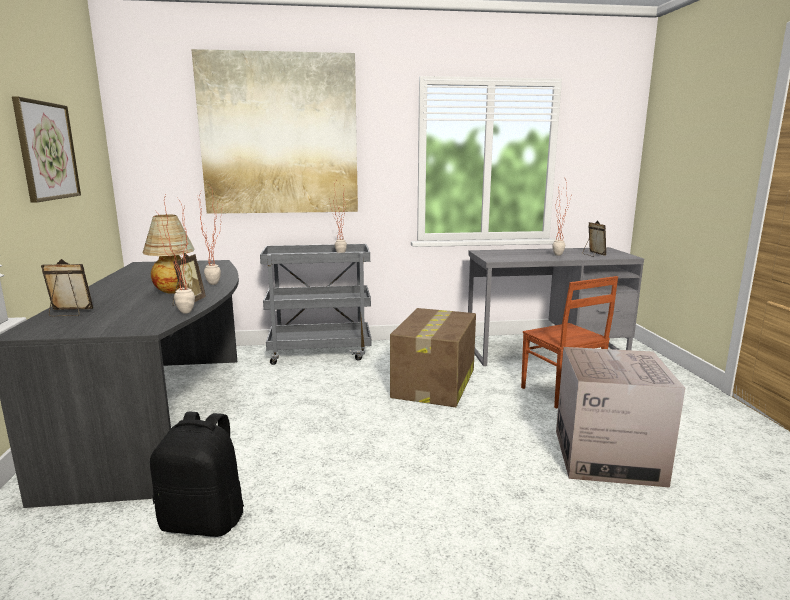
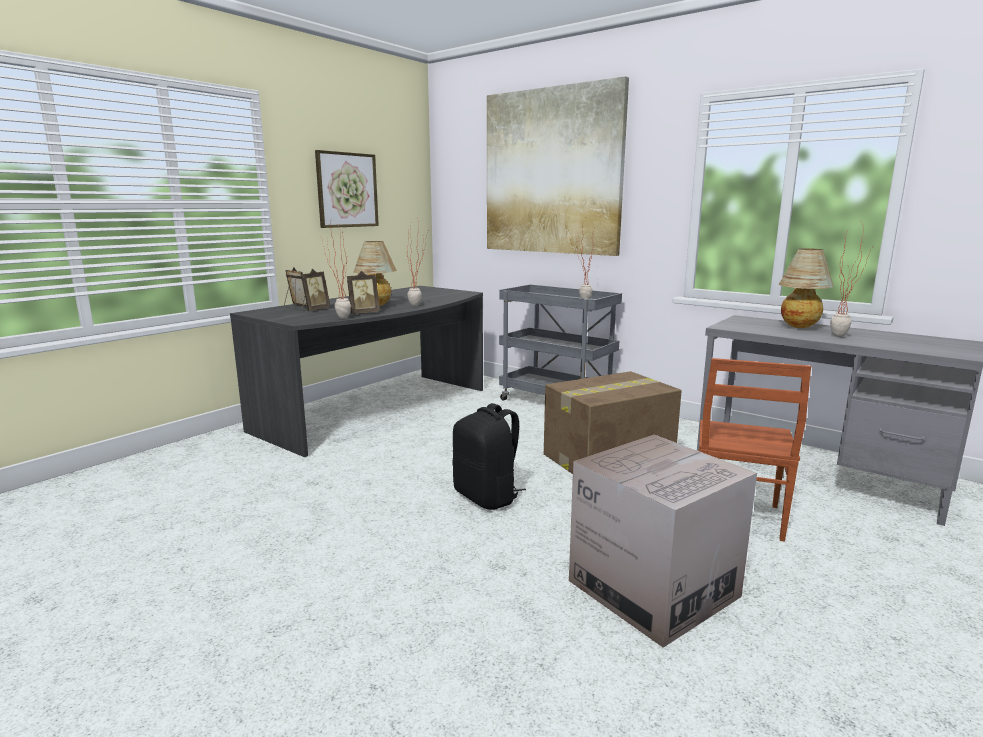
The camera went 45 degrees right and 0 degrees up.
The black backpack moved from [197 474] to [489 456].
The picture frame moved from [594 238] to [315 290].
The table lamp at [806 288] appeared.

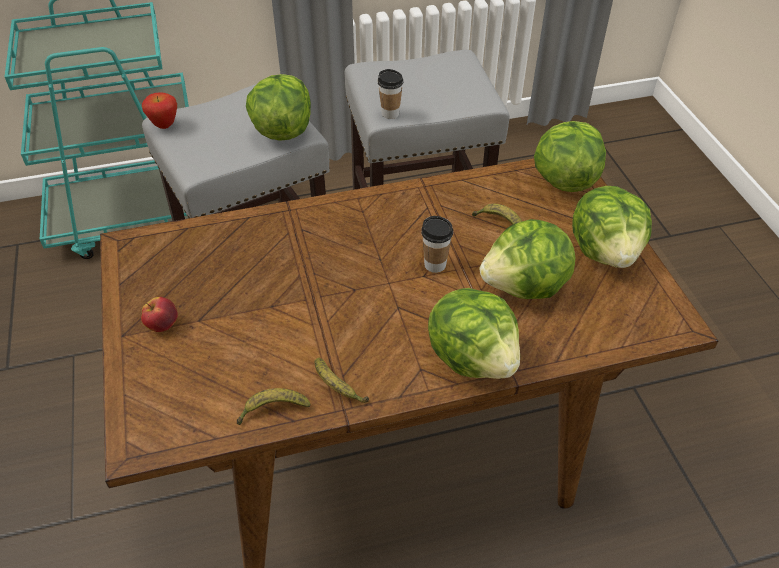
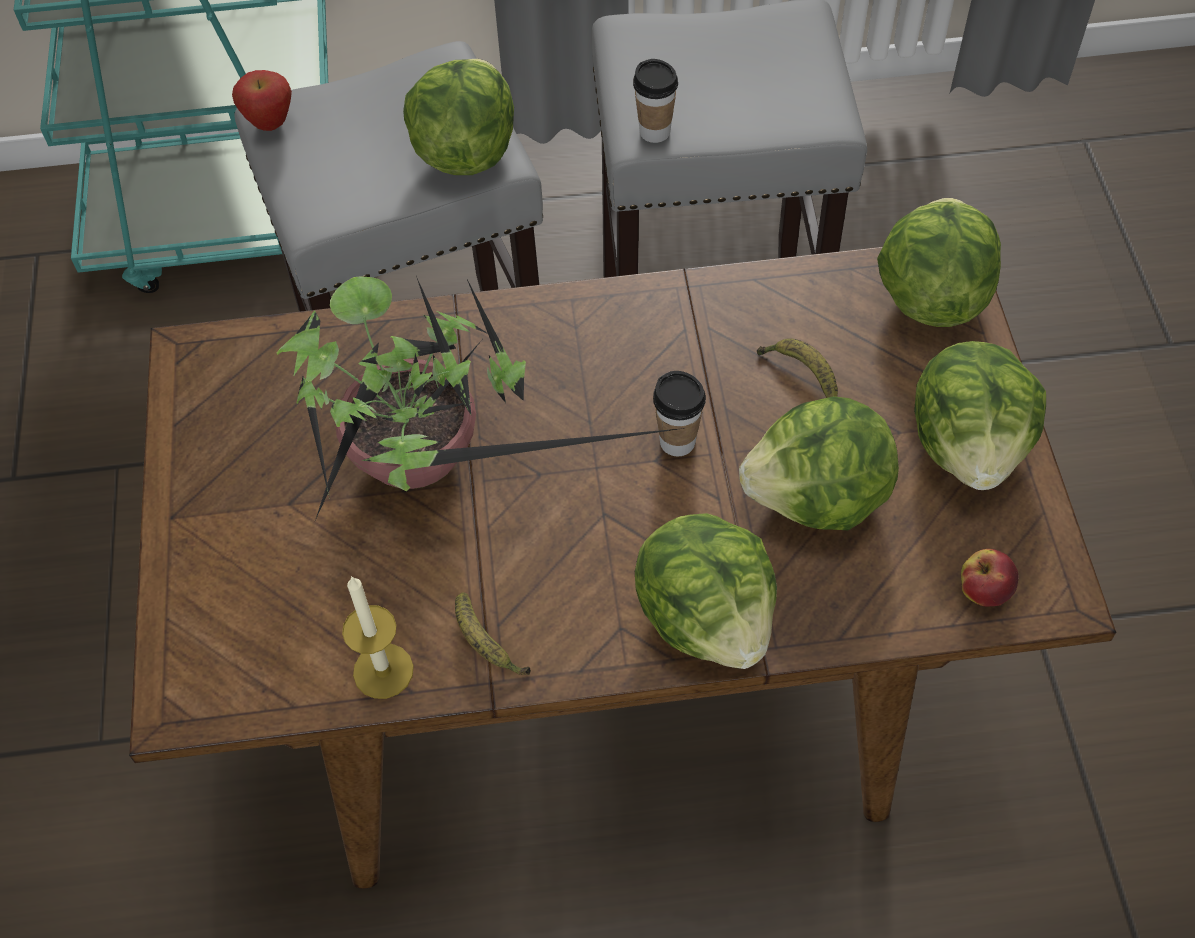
The camera went 10 degrees right and 10 degrees up.
The apple moved from [159 314] to [989 577].
The banana at [273 406] was replaced by the candle at [378 637].
The potted plant at [480 398] appeared.

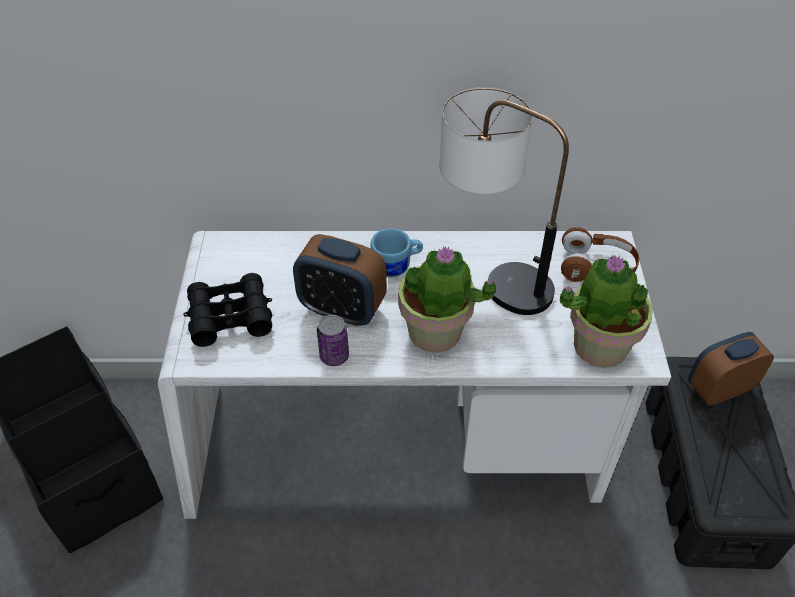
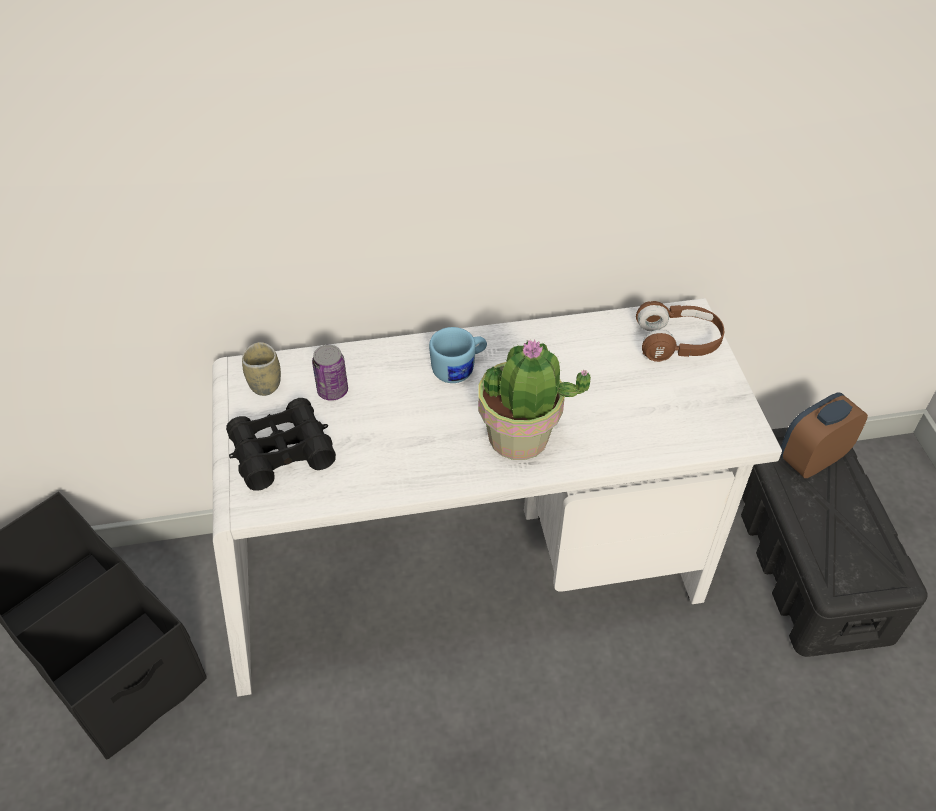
The camera went 10 degrees left and 0 degrees up.
The alarm clock at [340 280] disappeared.
The can moved from [333 340] to [330 373].
The table lamp at [504 201] disappeared.
The potted plant at [606 311] disappeared.
The cup at [261 369] appeared.

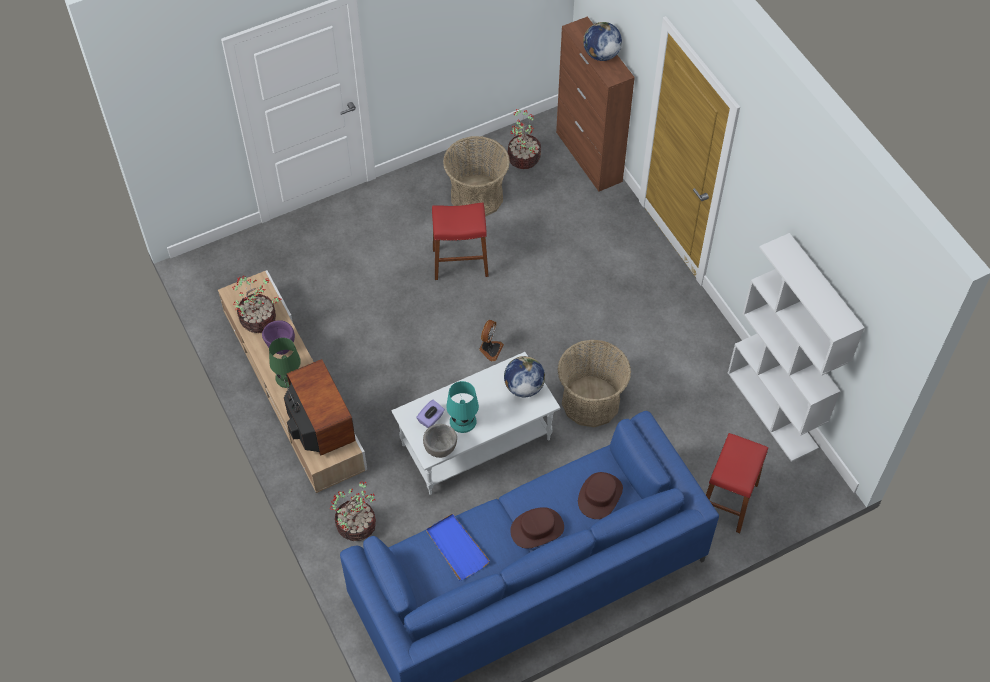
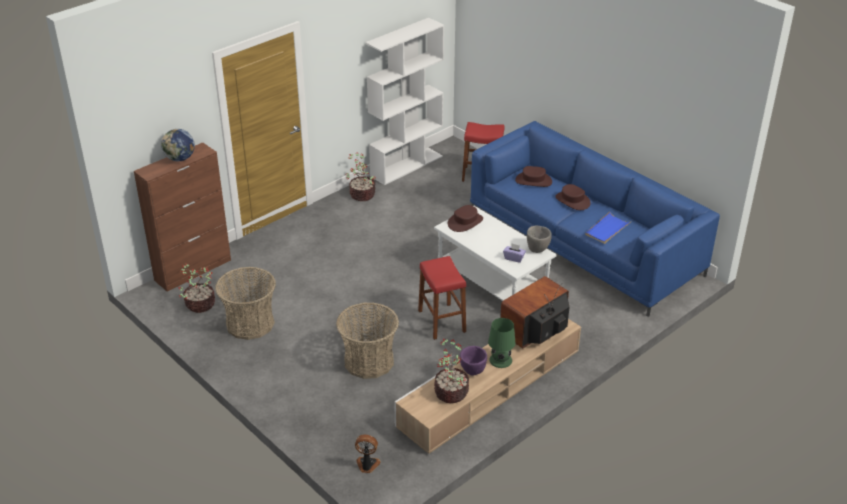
The camera went 105 degrees left and 20 degrees down.
The potted plant moved from [353 511] to [360 177].
The red stool moved from [460 241] to [442 298].
The turquoise table lamp at [462 407] disappeared.
The fan moved from [491 341] to [368 454].
The globe at [524 376] was replaced by the brown hat at [465 218].
The basket moved from [594 383] to [367 340].

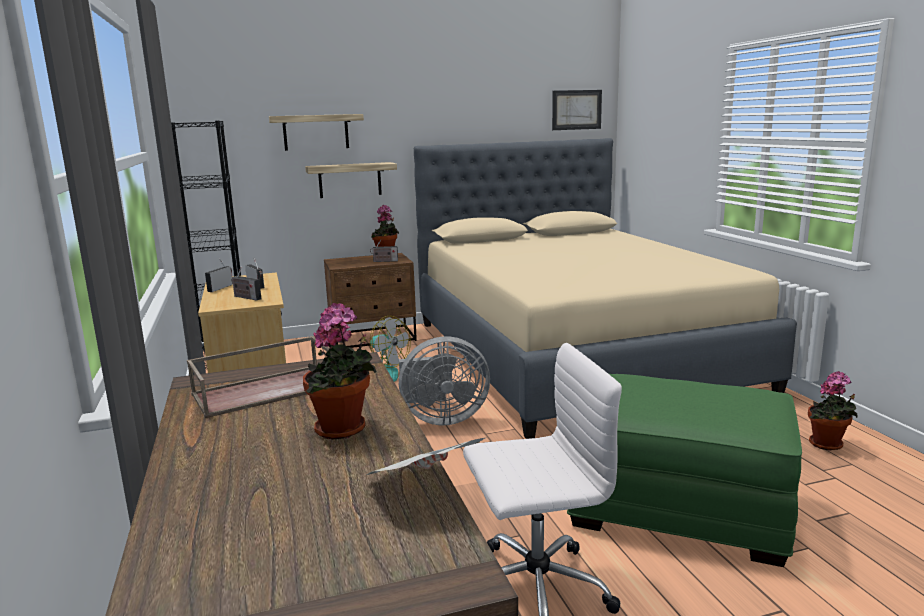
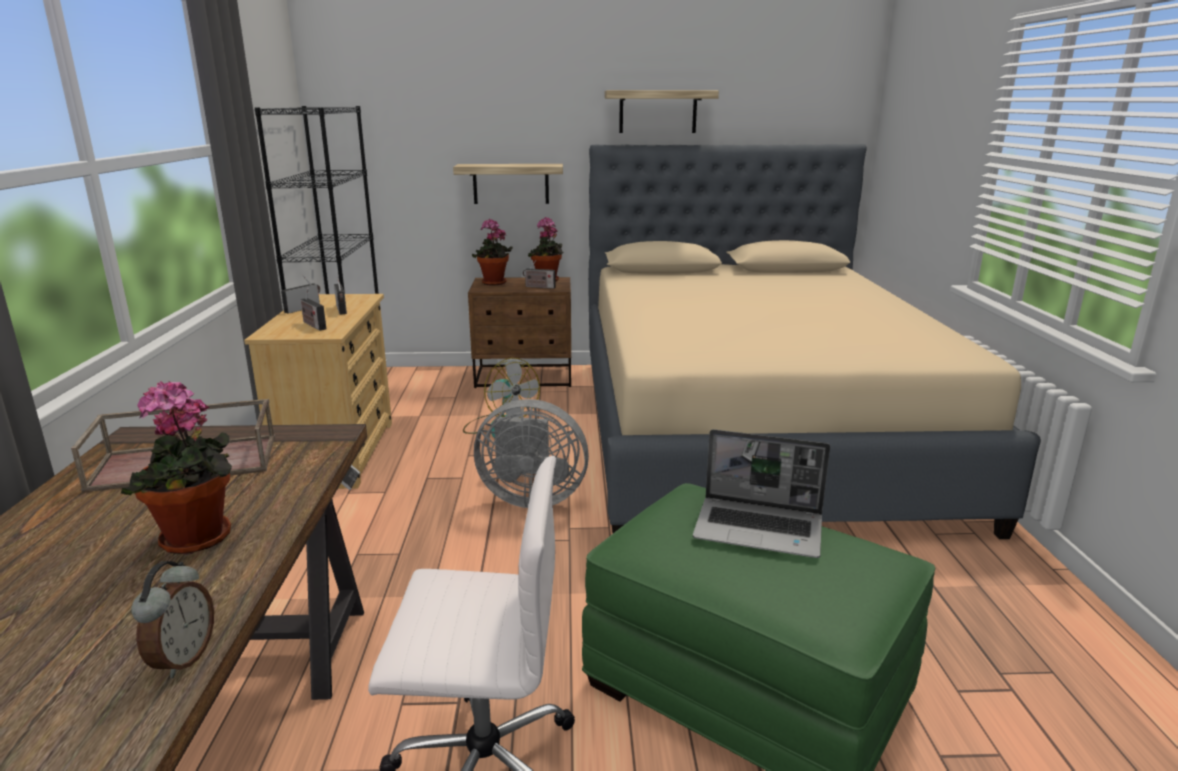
The camera went 15 degrees right and 5 degrees up.
The shelf moved from [316 132] to [662 111].
The newspaper at [426 456] was replaced by the alarm clock at [172 619].
The picture at [577 110] disappeared.
The potted plant moved from [833 411] to [492 252].
The laptop at [761 493] appeared.

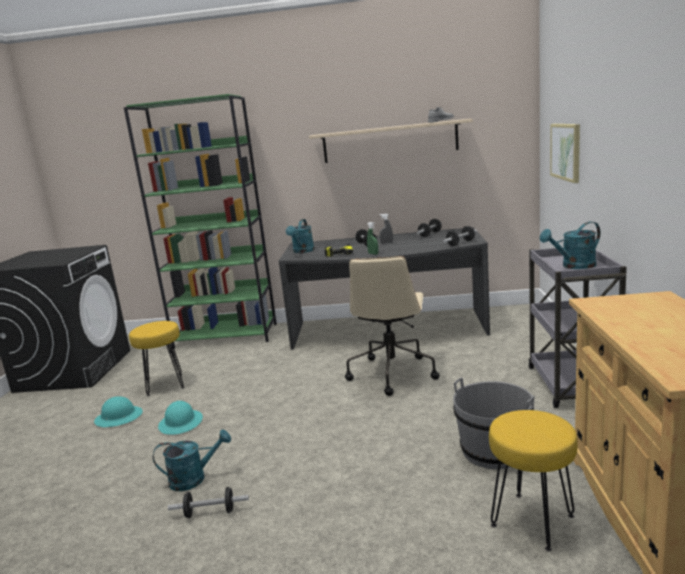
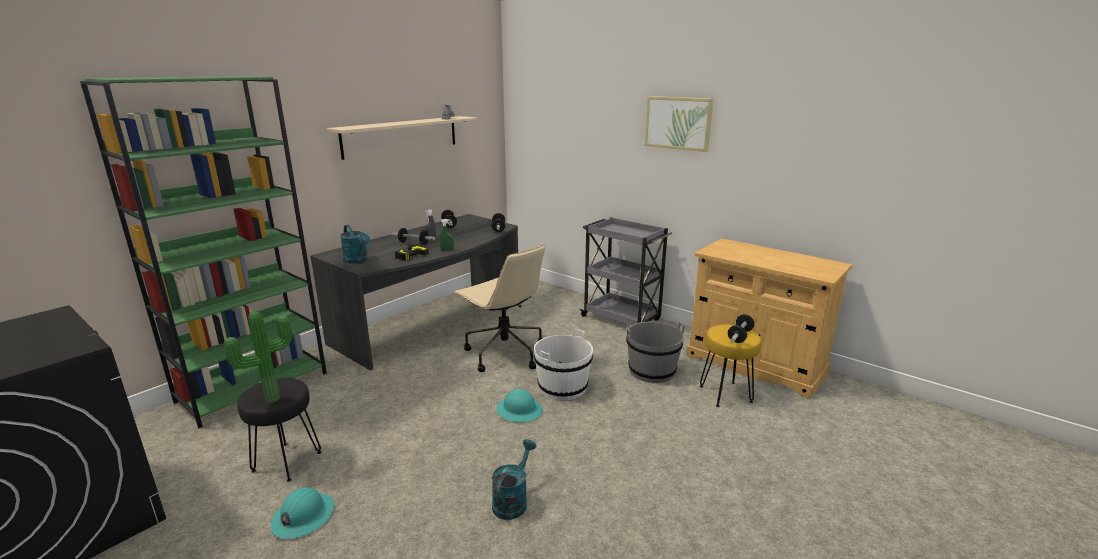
The camera went 55 degrees left and 5 degrees up.
The yellow stool at [156 358] became the black stool at [279 430].
The turquoise hard hat moved from [180 418] to [520 405].
The dumbbell moved from [208 502] to [741 328].
The turquoise watering can at [570 245] disappeared.
The picture moved from [565 153] to [679 124].
The potted plant at [258 357] appeared.
The white bucket at [563 364] appeared.

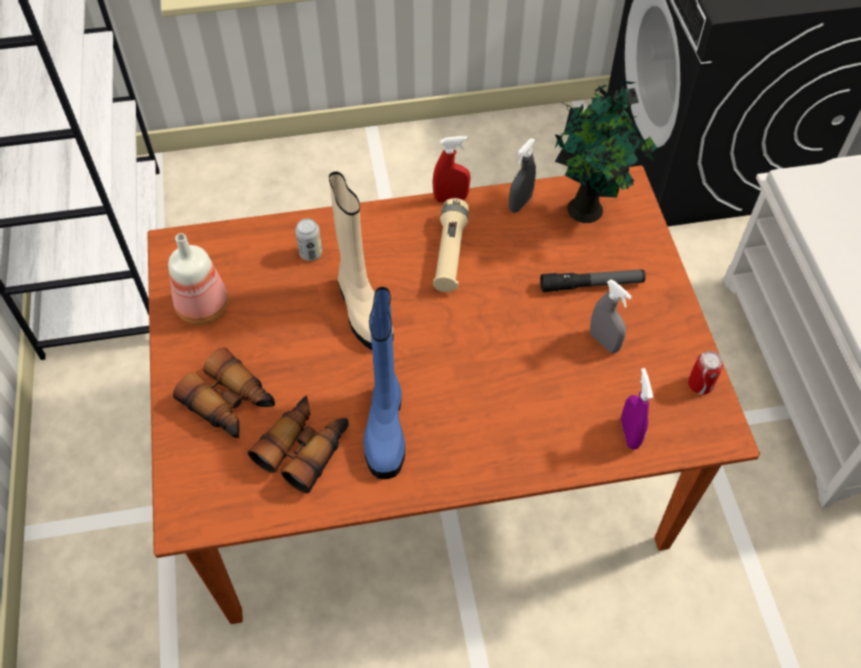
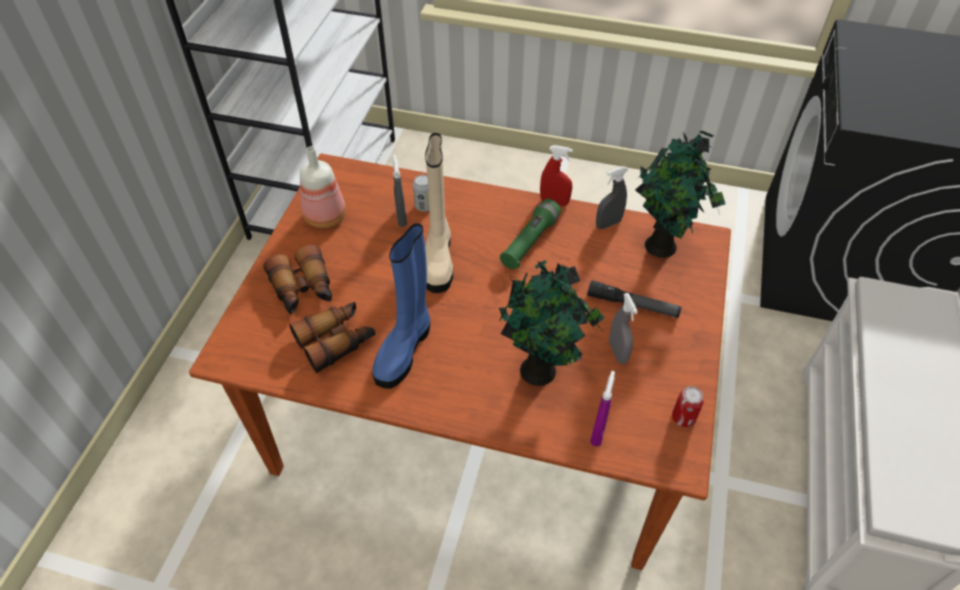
The camera went 25 degrees right and 5 degrees down.
The beige flashlight at [451 245] became the green flashlight at [530 234].
The grey spray bottle at [400 190] appeared.
The potted plant at [551 323] appeared.

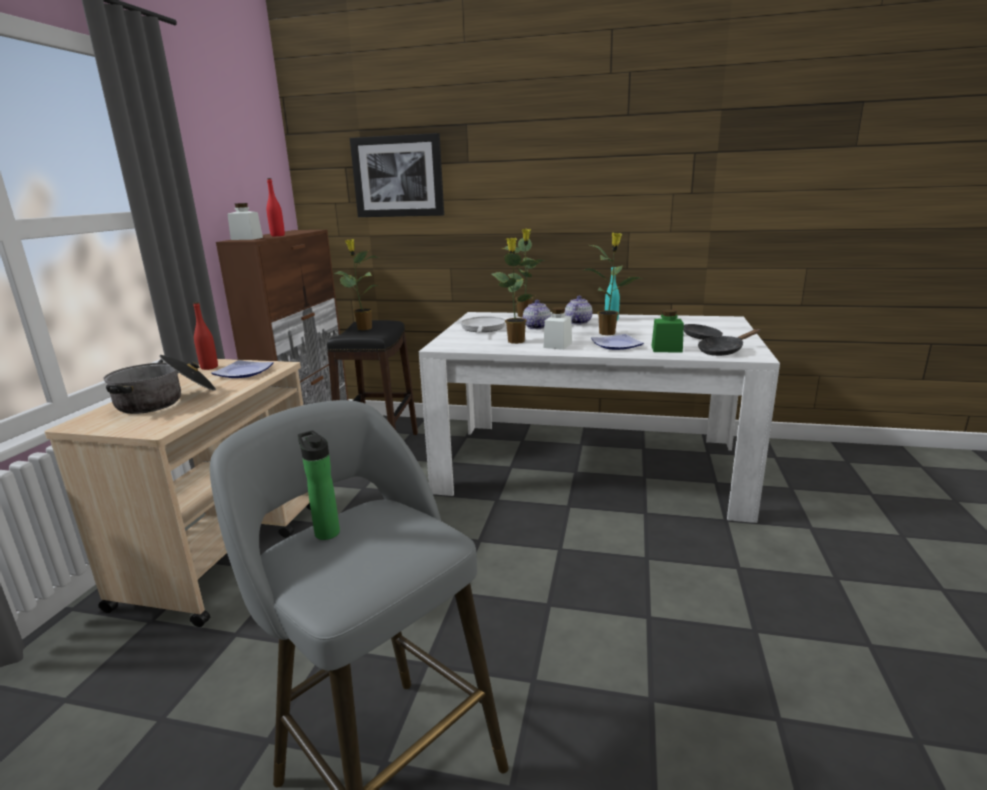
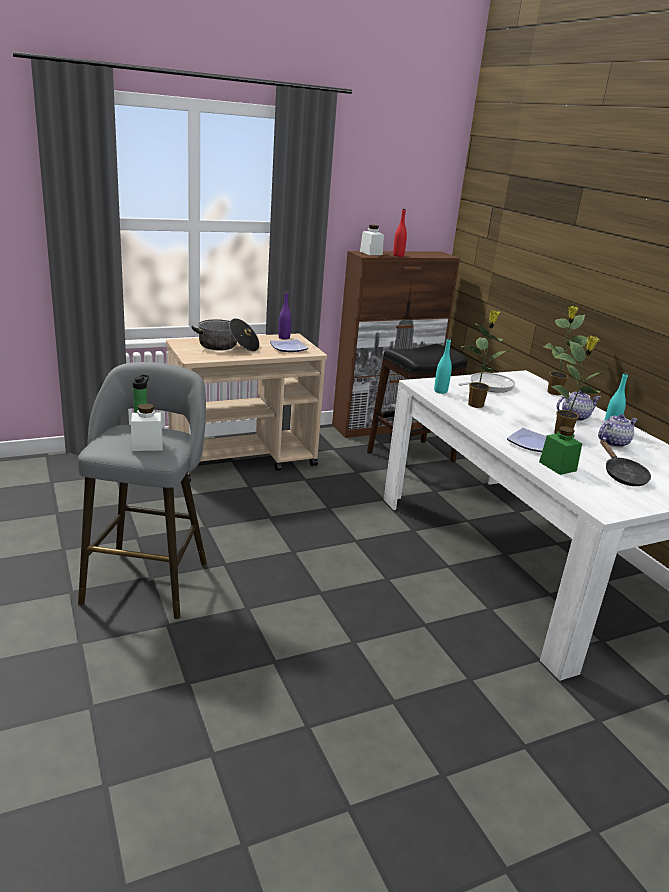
The camera went 50 degrees right and 5 degrees up.
The red bottle at [205 336] became the purple bottle at [284 315].
The potted plant at [356 284] disappeared.
The picture at [397 175] disappeared.
The teapot moved from [537 314] to [618 431].
The white jar moved from [557 328] to [147 427].
The black frying pan at [729 342] disappeared.
The turquoise bottle at [443 366] appeared.

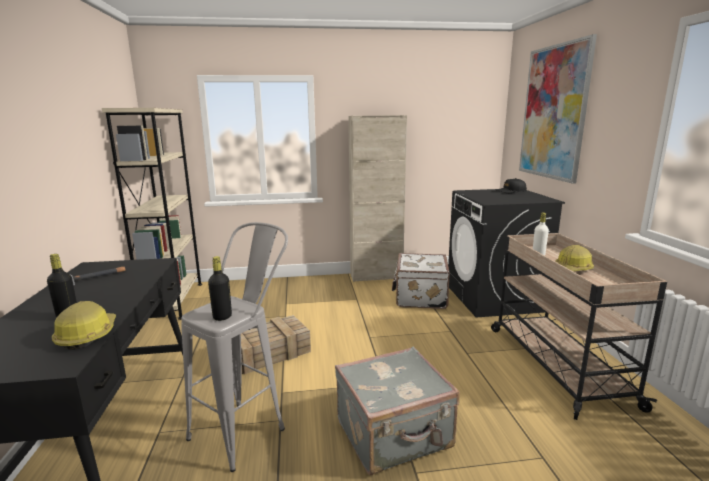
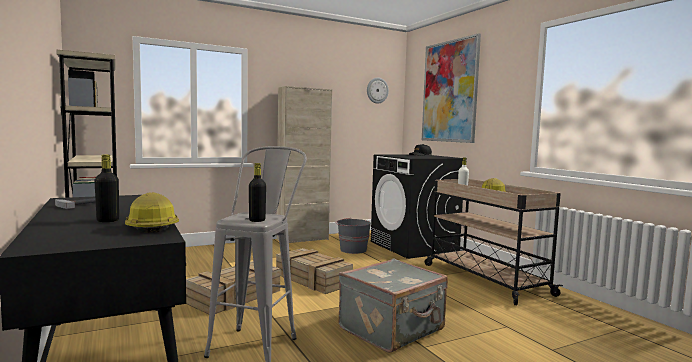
The camera went 20 degrees left and 10 degrees down.
The white suitcase at [421 281] was replaced by the grey bucket at [353 236].
The crate at [314 271] appeared.
The wall clock at [378 91] appeared.

